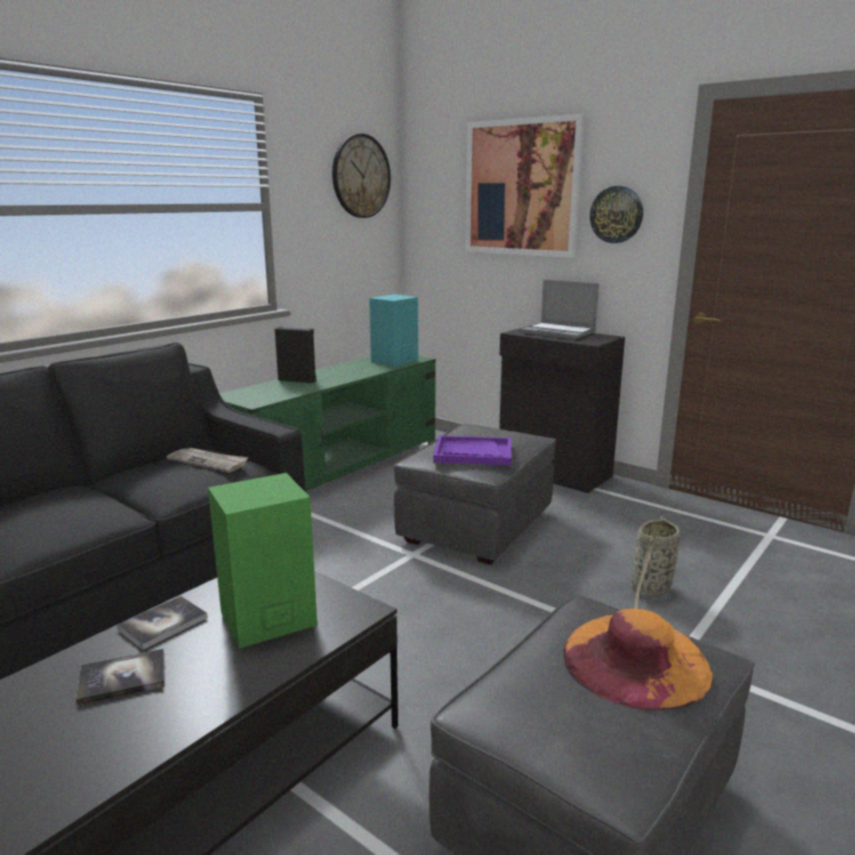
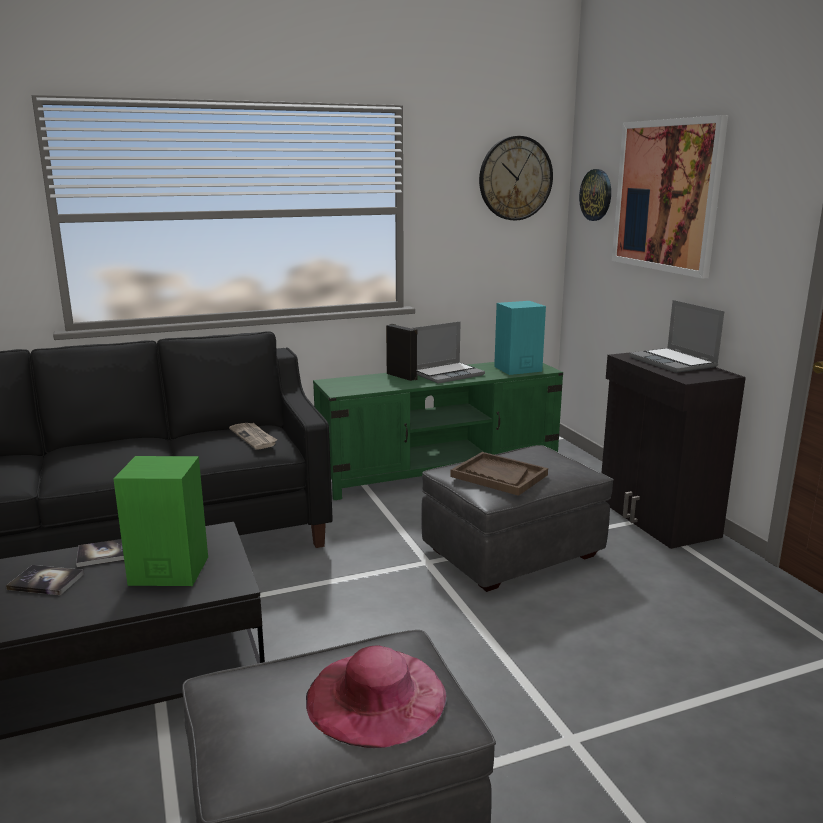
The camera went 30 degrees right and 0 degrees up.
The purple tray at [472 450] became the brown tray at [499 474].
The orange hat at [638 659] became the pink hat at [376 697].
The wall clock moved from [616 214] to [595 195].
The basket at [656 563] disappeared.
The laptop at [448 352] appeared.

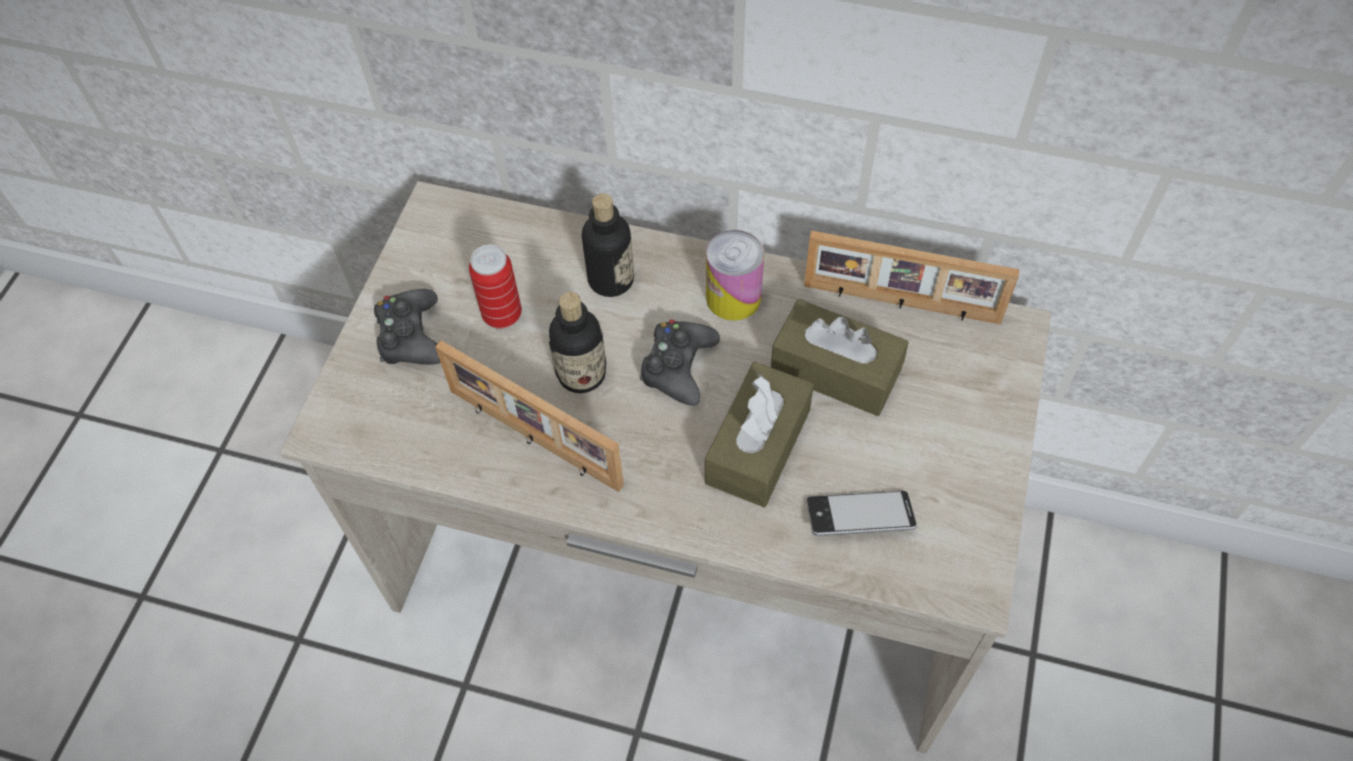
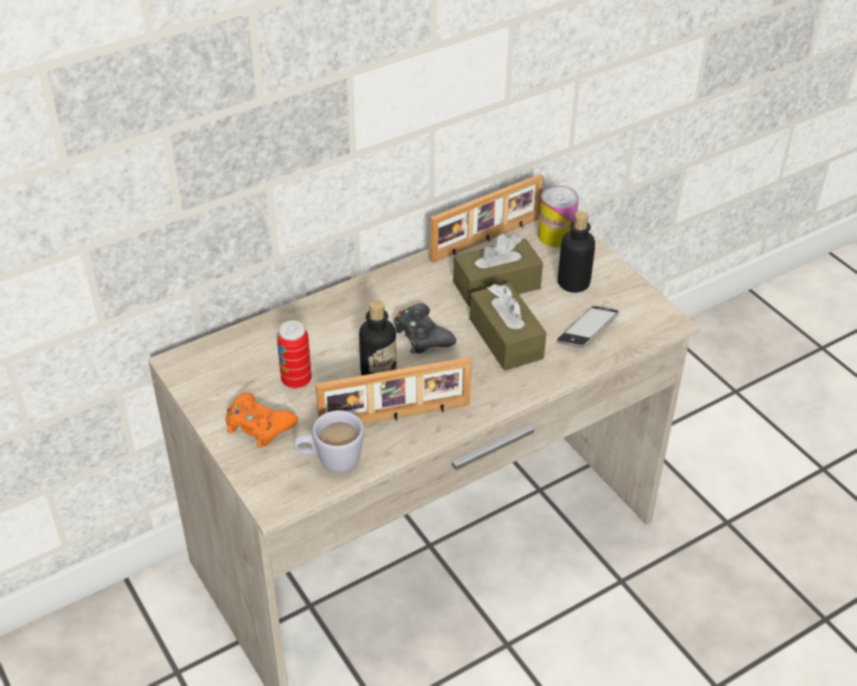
The camera went 50 degrees left and 15 degrees down.
The black game controller at [407 327] became the orange game controller at [261 420].
The bottle moved from [608 245] to [576 252].
The can moved from [735 275] to [558 216].
The white mug at [328 441] appeared.

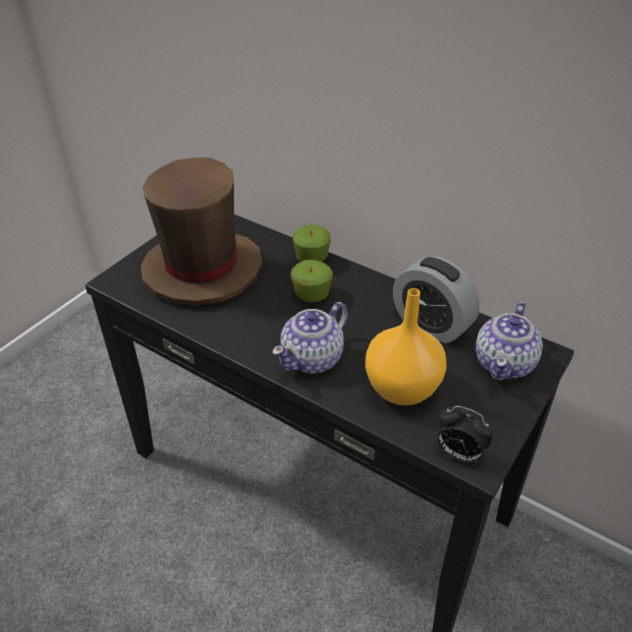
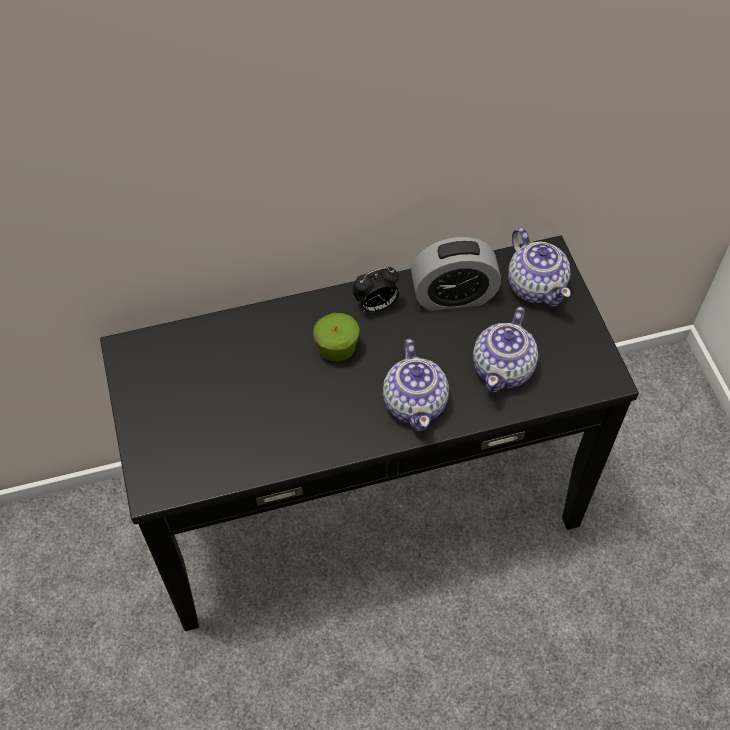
The camera went 50 degrees left and 15 degrees up.
The brown hat at [202 232] disappeared.
The apple at [312 243] disappeared.
The orange vase at [405 346] was replaced by the teapot at [505 349].
The alarm clock moved from [465 434] to [376 289].

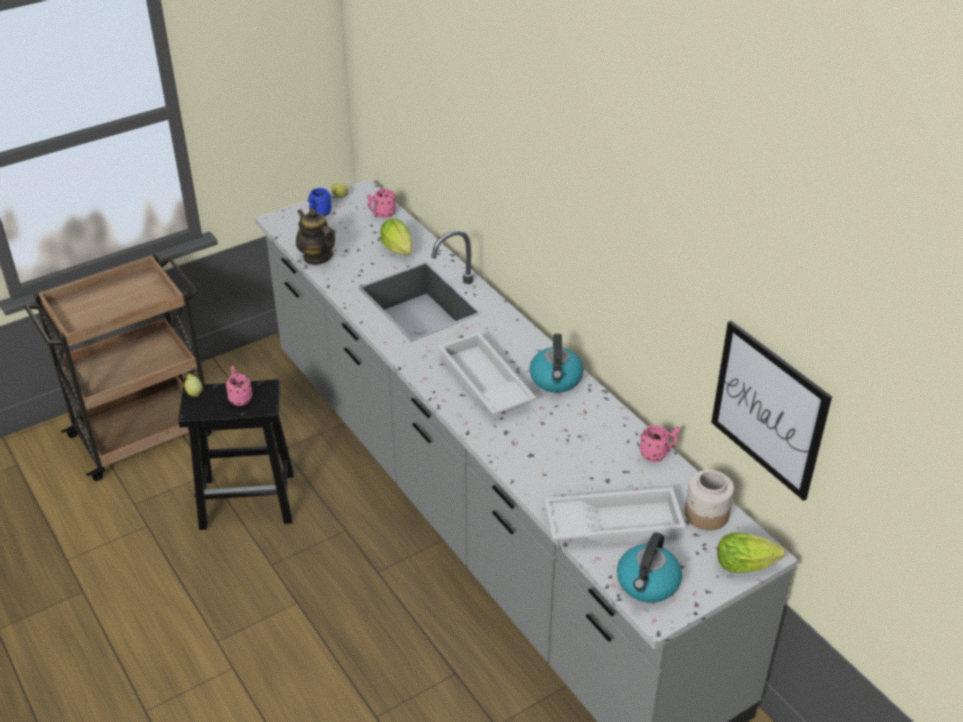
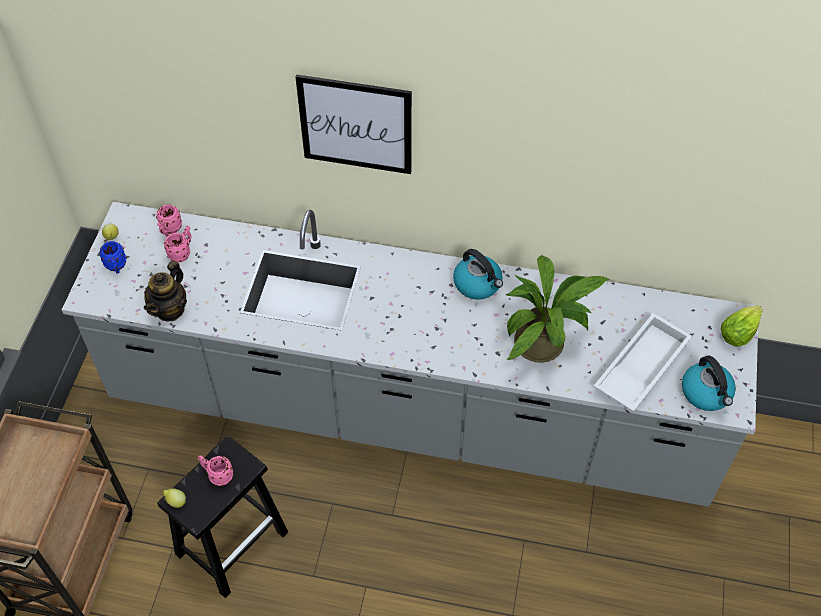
The camera went 45 degrees left and 15 degrees up.
The teapot at [315 237] turned 75 degrees counterclockwise.
The lettuce at [396 237] disappeared.
The white tray at [487 373] disappeared.
The pink mug moved from [660 443] to [177 244].
The jar at [709 500] disappeared.
The picture moved from [771 411] to [354 124].
The potted plant at [558 309] appeared.

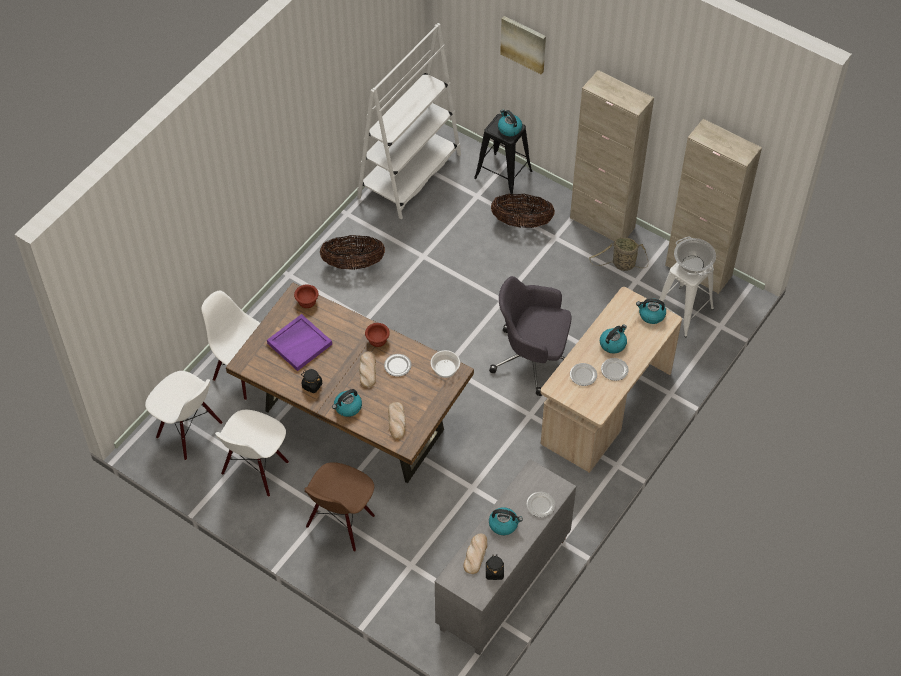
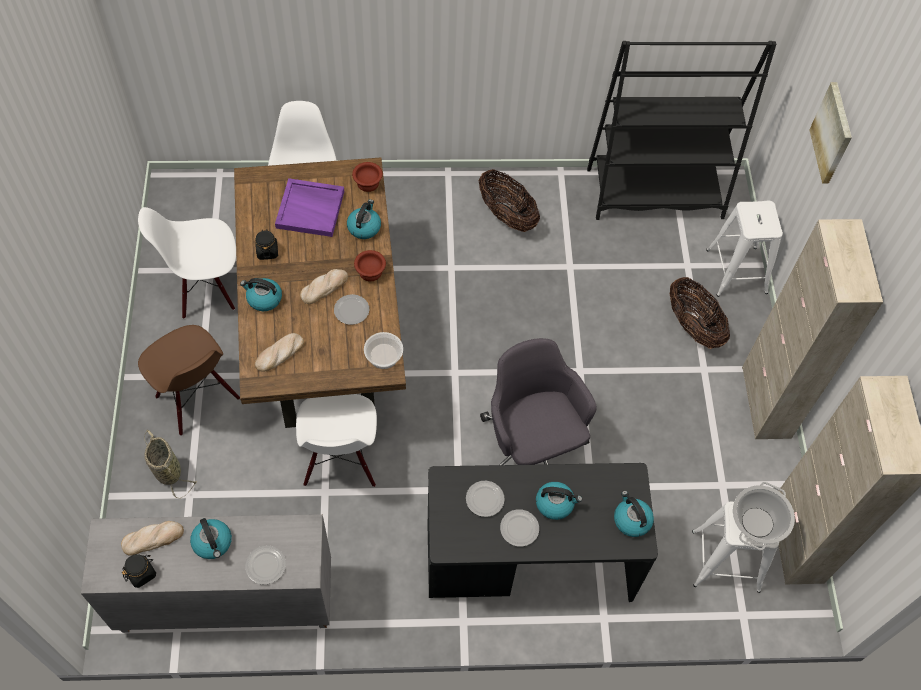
The camera went 50 degrees right and 5 degrees up.
The white chair moved from [184 415] to [336 440].
The brown chair at [339 507] turned 120 degrees counterclockwise.
The white bookcase at [409 121] became the black bookcase at [681 130].
The black stool at [503 155] became the white stool at [744 248].
The kettle moved from [510 122] to [364 219].
The beige desk at [611 380] became the black desk at [543 532].
The basket moved from [618 254] to [170 464].

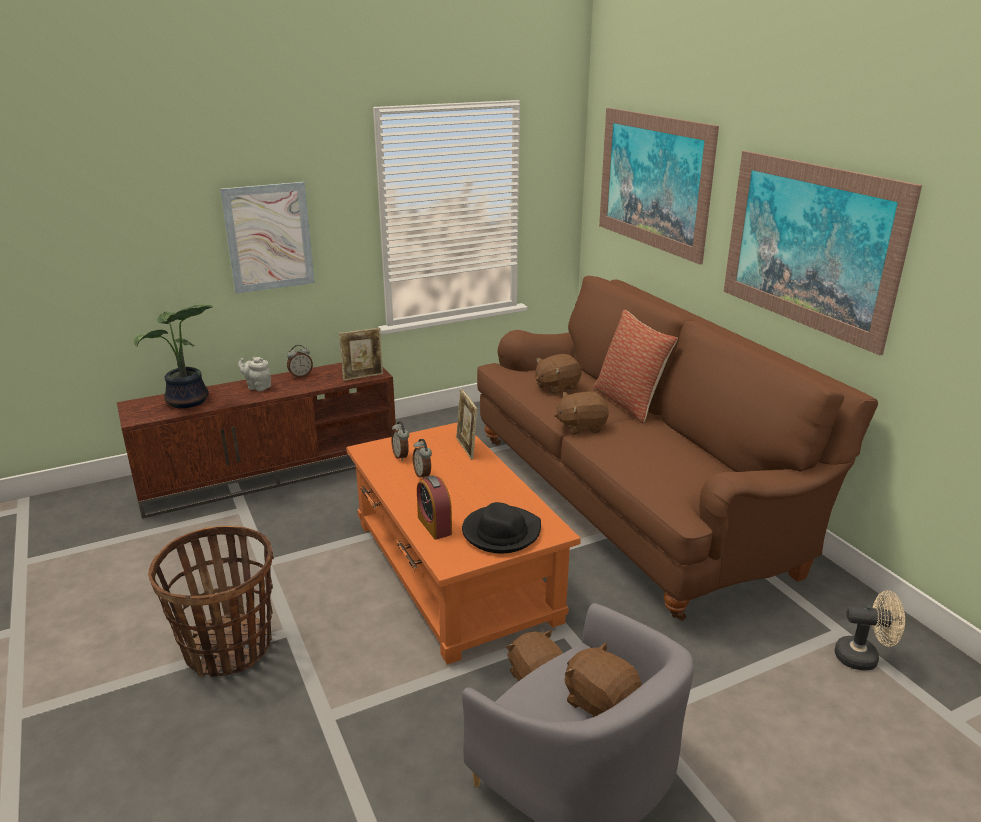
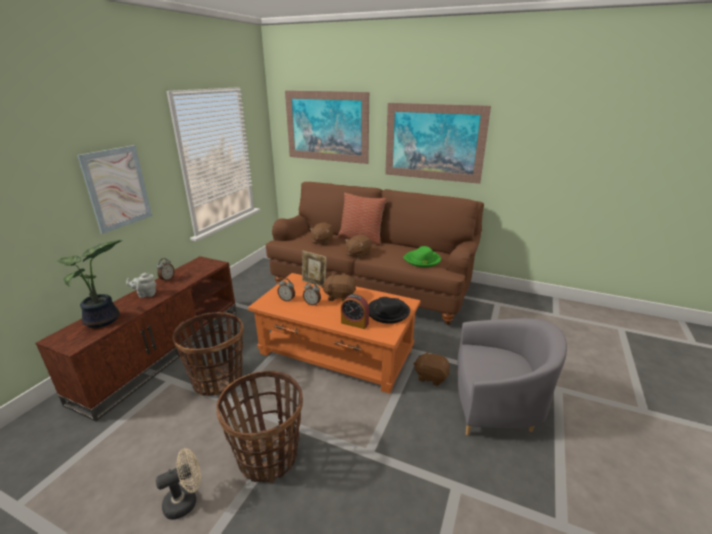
The camera went 40 degrees left and 0 degrees up.
The picture frame at [361 354] disappeared.
The brown plush toy moved from [603 679] to [338 287].
The beige fan moved from [869 631] to [178 484].
The basket at [208 354] appeared.
The green hat at [422 256] appeared.

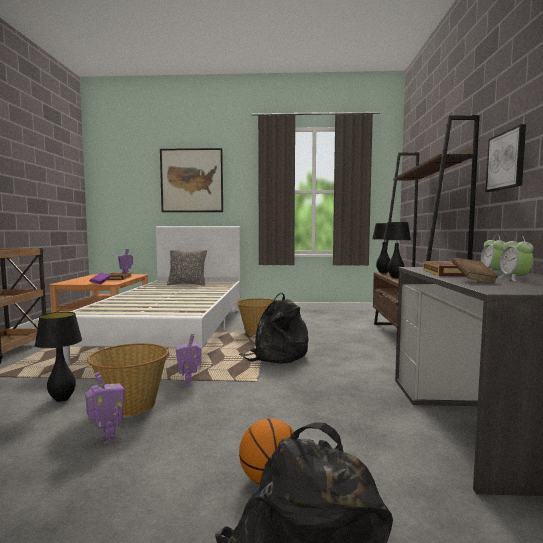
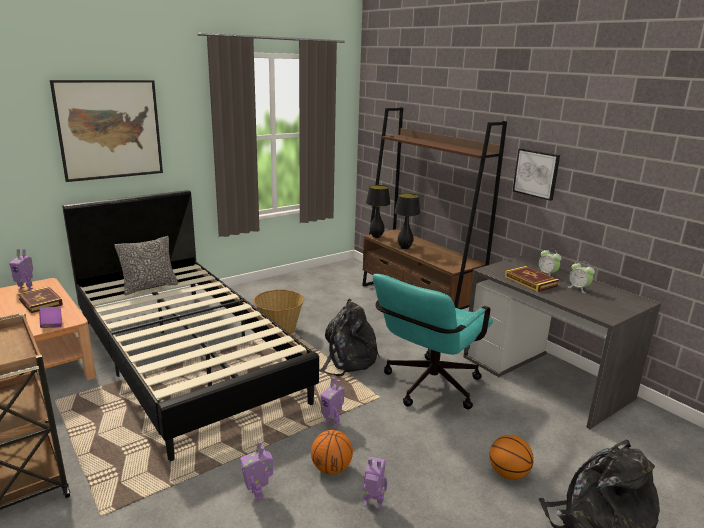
The camera went 40 degrees left and 15 degrees up.
The black table lamp at [58 357] was replaced by the toy robot at [256 471].
The white bed at [152 297] became the black bed at [190 325].
The basket at [127 379] was replaced by the basketball at [332 452].
The brown book at [475 270] disappeared.
The turquoise office chair at [432 341] appeared.

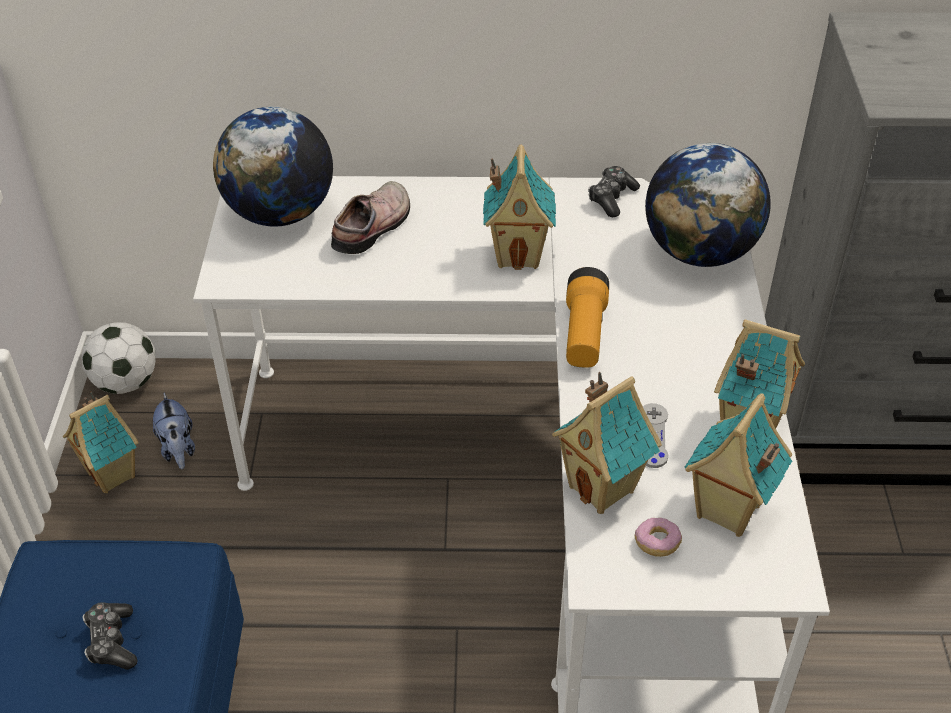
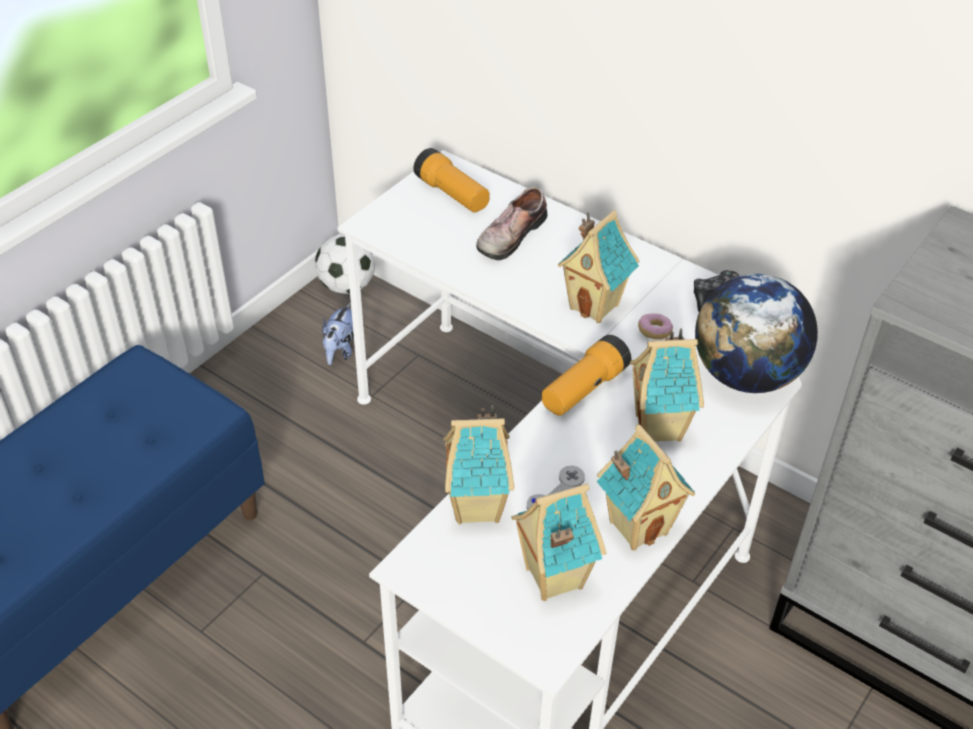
The camera went 35 degrees right and 0 degrees up.
The toy house moved from [101 442] to [667 385].
The game controller at [110 636] disappeared.
The globe at [273 167] was replaced by the flashlight at [451 180].
The shoe at [370 217] turned 150 degrees clockwise.
The donut moved from [658 537] to [655 326].

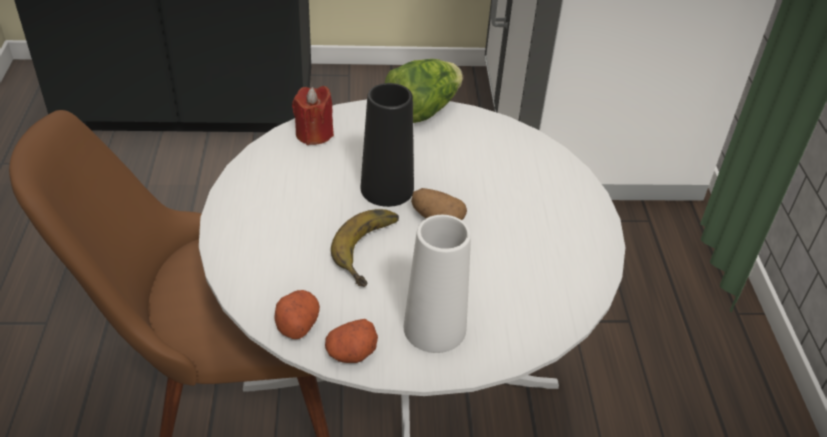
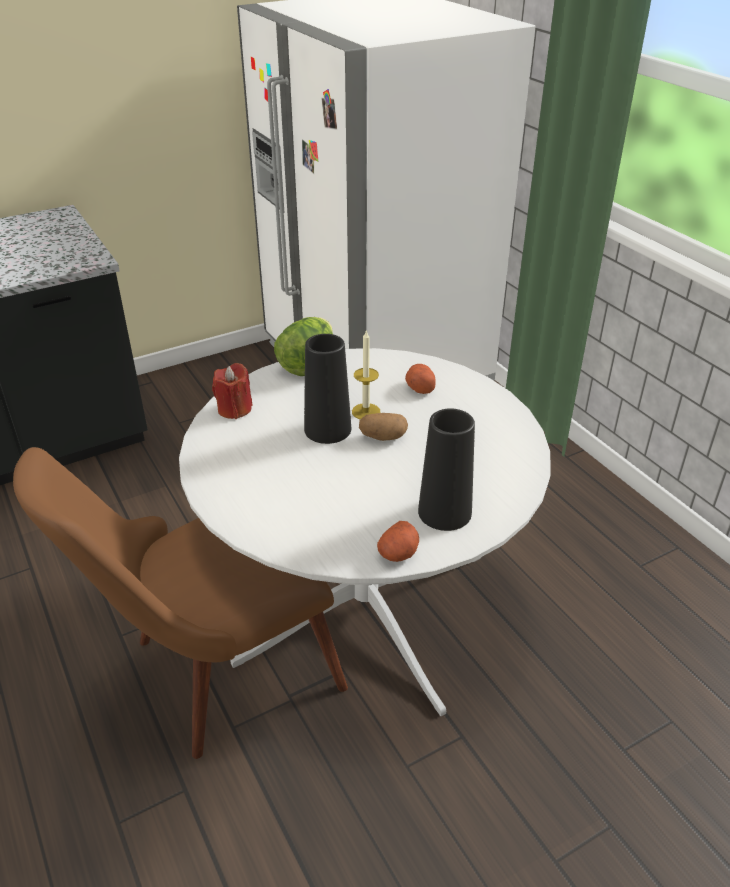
The camera went 25 degrees left and 5 degrees down.
The potato moved from [297 314] to [420 379].
The banana at [365 248] disappeared.
The white vase at [437 284] became the black vase at [446 469].
The candle at [366 375] appeared.

